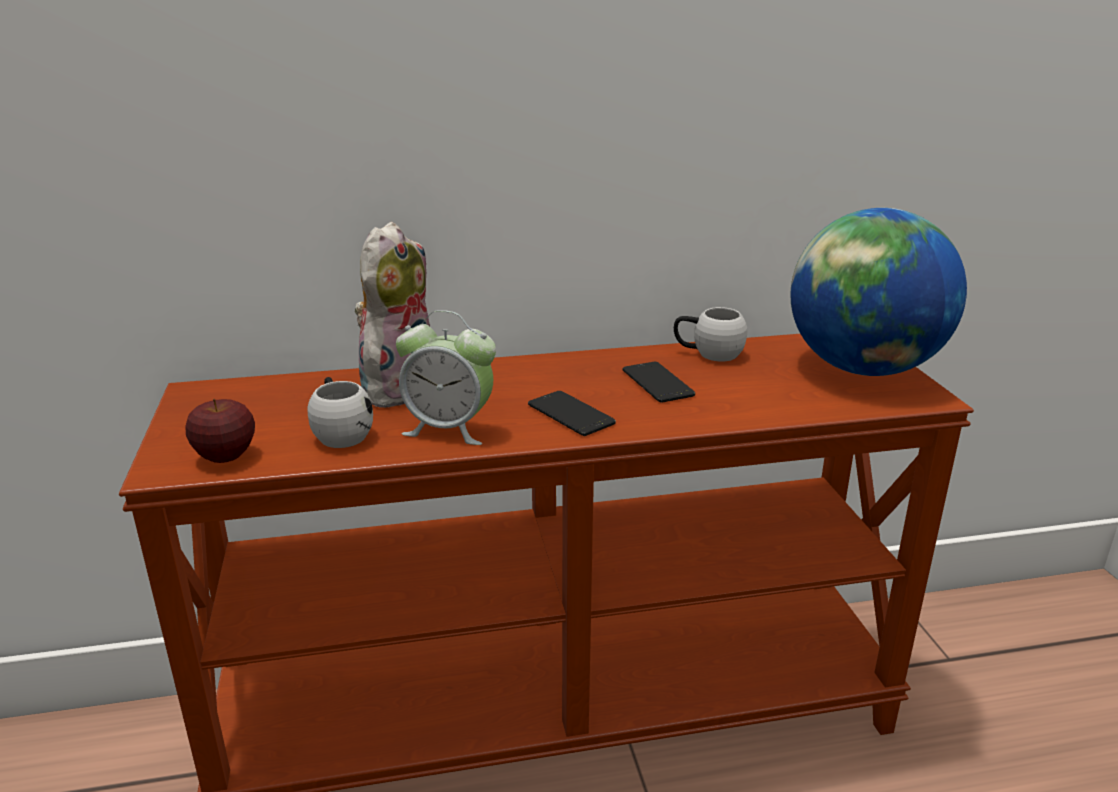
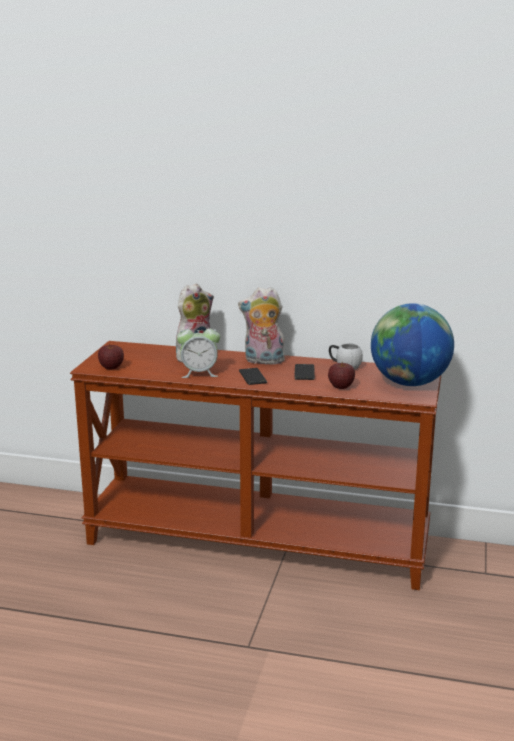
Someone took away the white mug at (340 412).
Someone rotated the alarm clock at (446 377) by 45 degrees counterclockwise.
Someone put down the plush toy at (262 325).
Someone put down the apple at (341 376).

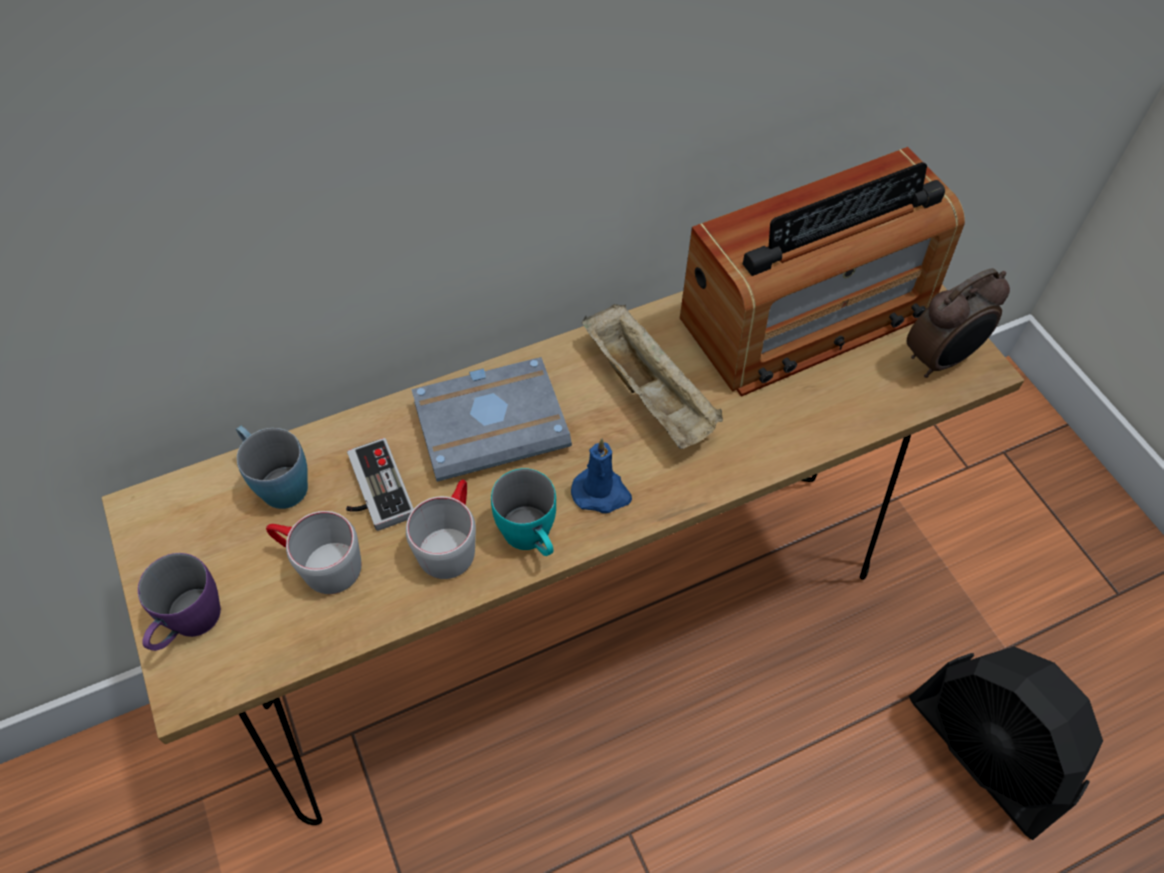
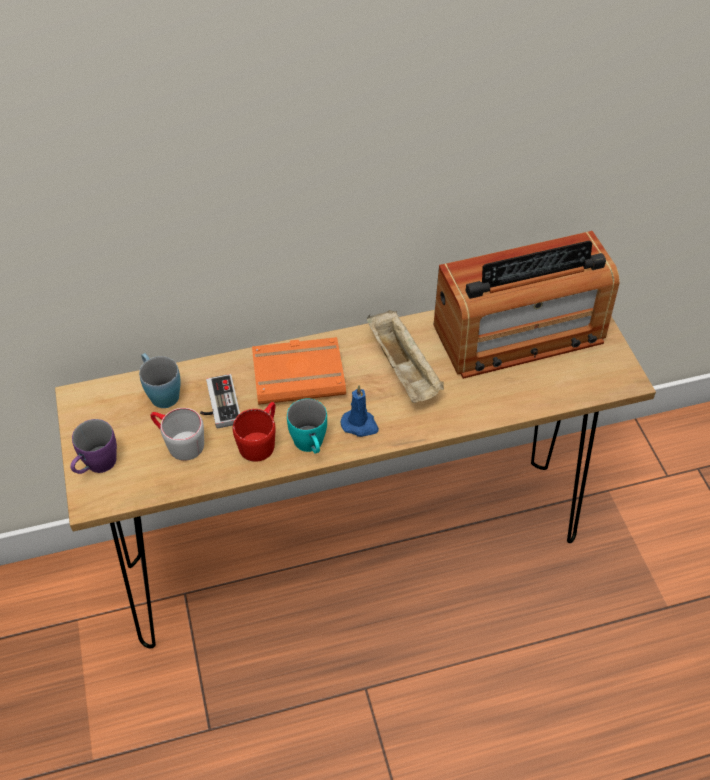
Someone repainted the grey mug at (441 529), which became the red mug at (254 432).
Someone repainted the grey book at (491 419), which became the orange book at (299 371).
Someone took away the alarm clock at (958 323).
Someone took away the black fan at (1006 743).

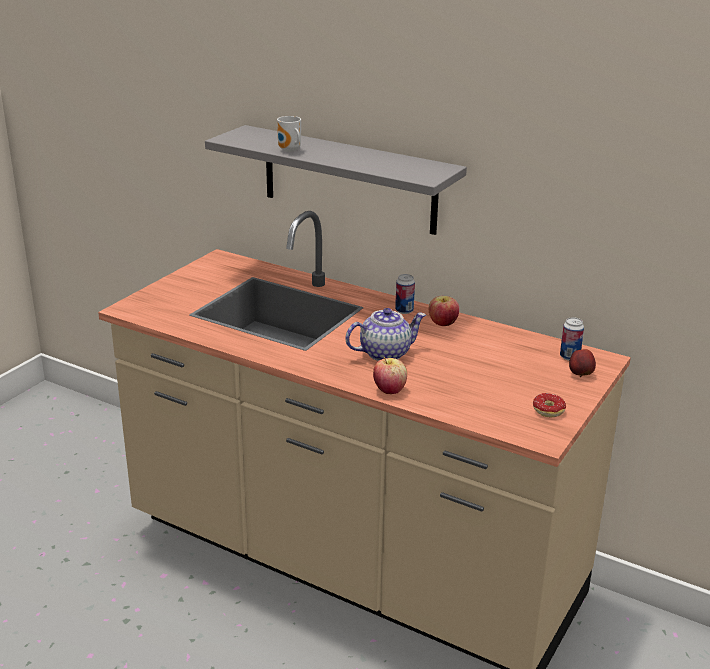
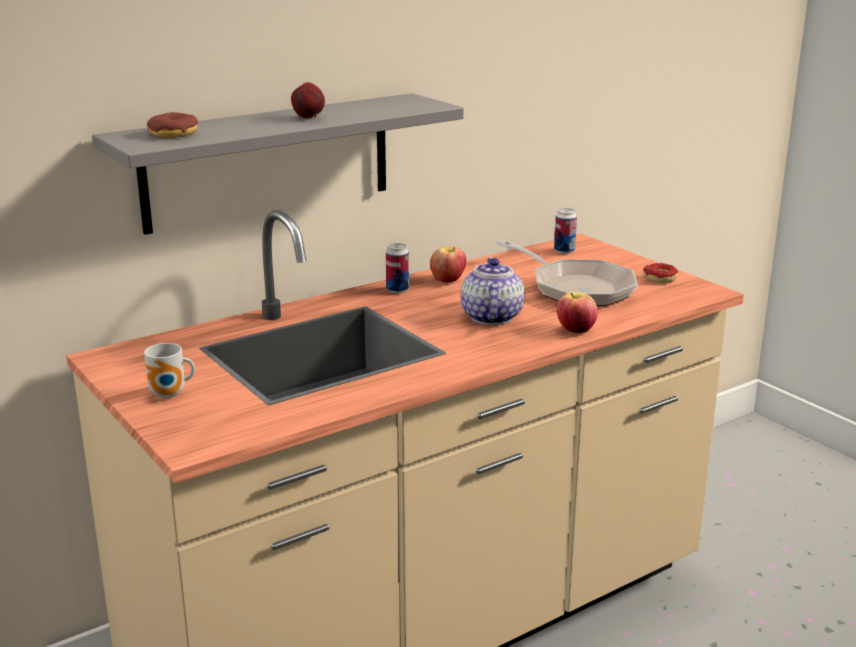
Someone carried the mug from (289 134) to (169 370).
Someone carried the apple from (582 363) to (308 100).
Someone put down the donut at (172 125).
Someone put down the frying pan at (567 273).

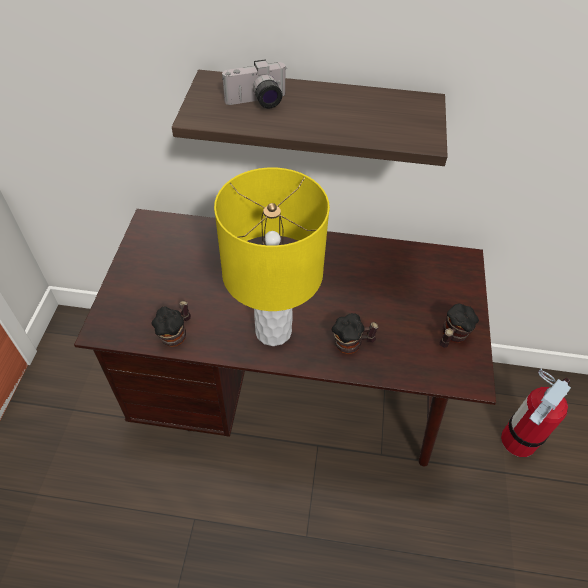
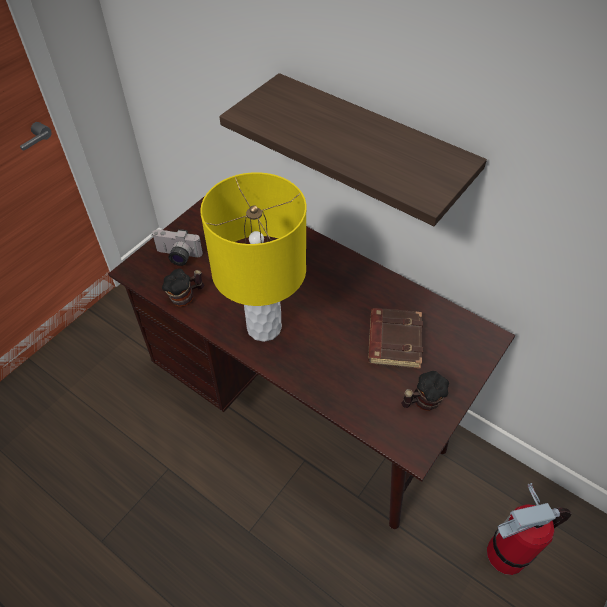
Someone carried the photo camera from (254 83) to (177 247).
Someone took away the mug at (355 333).
Someone put down the brown book at (395 338).

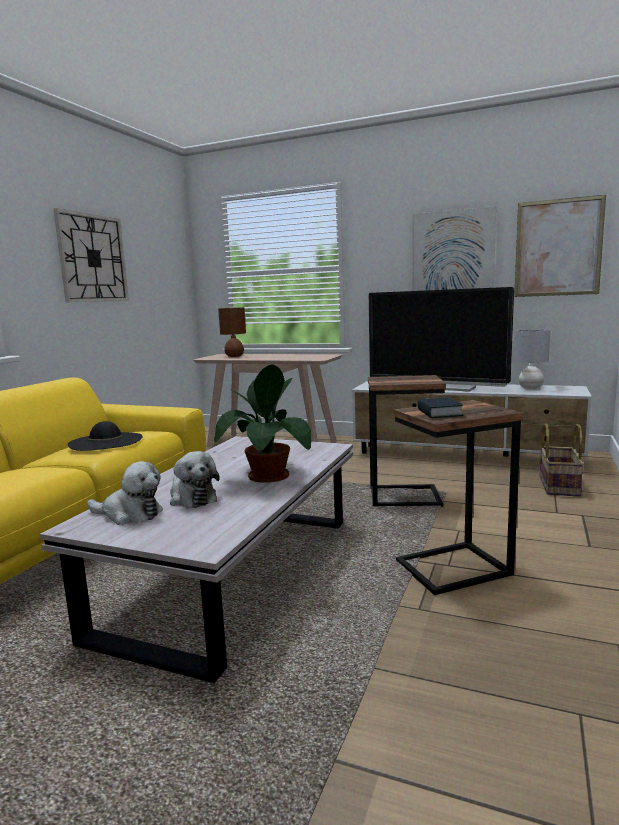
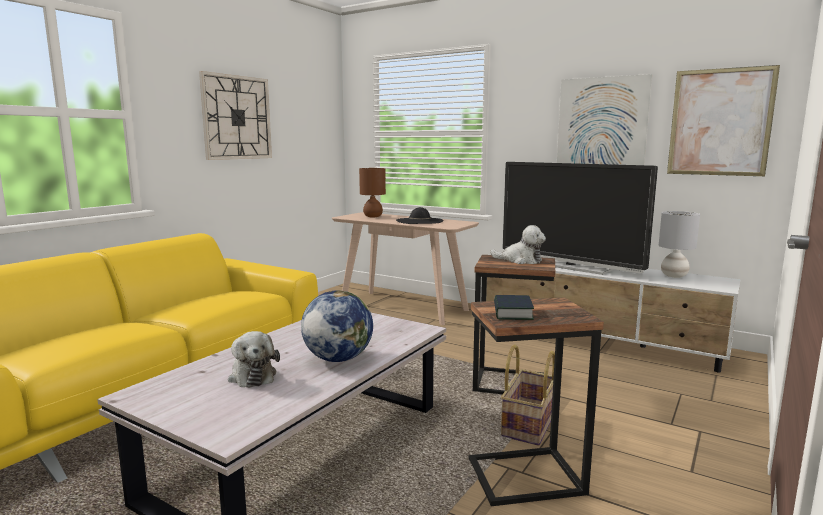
Someone carried the black hat from (104 436) to (420 215).
Someone carried the plush toy from (125 493) to (518 244).
Someone swapped the potted plant at (262 424) for the globe at (337 326).
Someone carried the basket from (562 460) to (528 395).

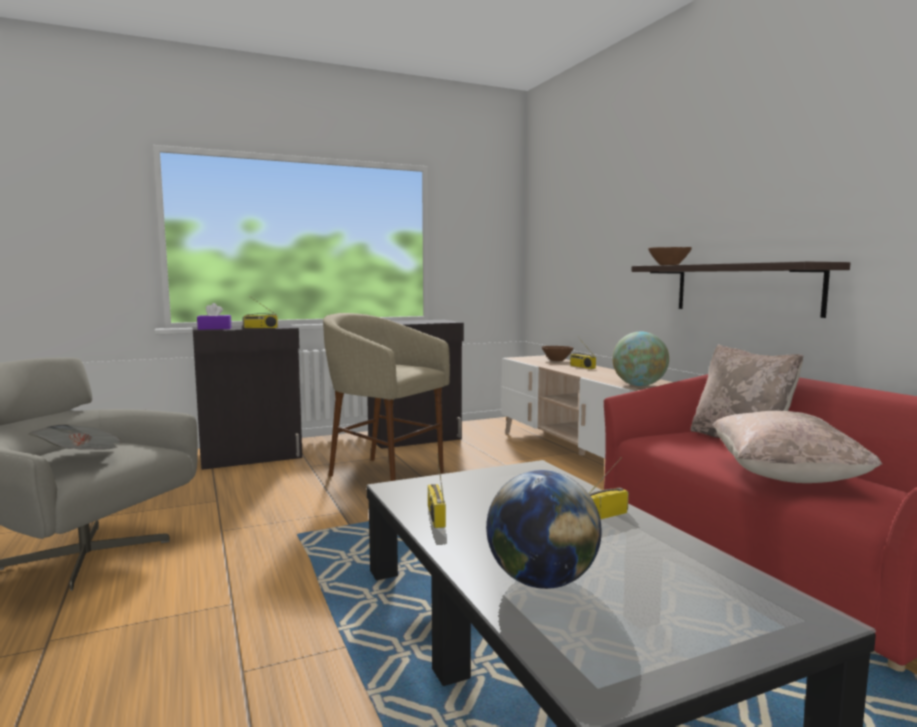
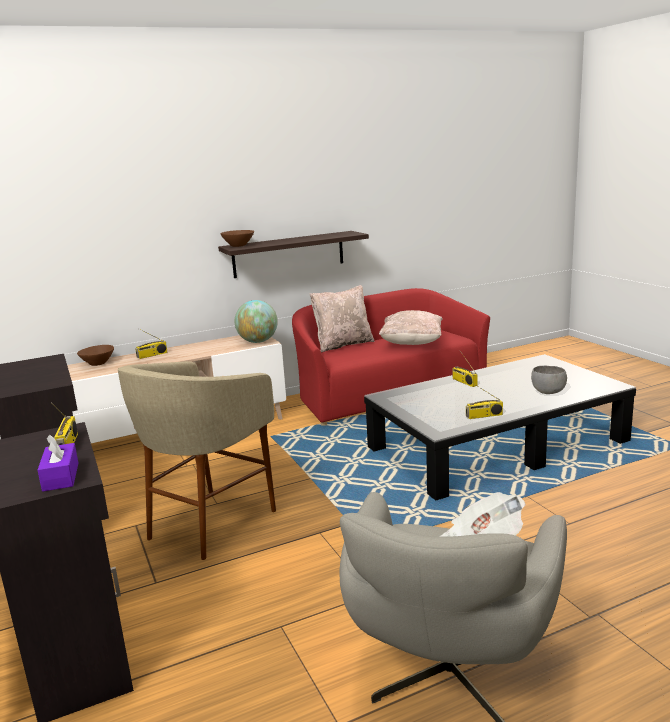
Someone swapped the globe at (544 529) for the grey bowl at (549 380).

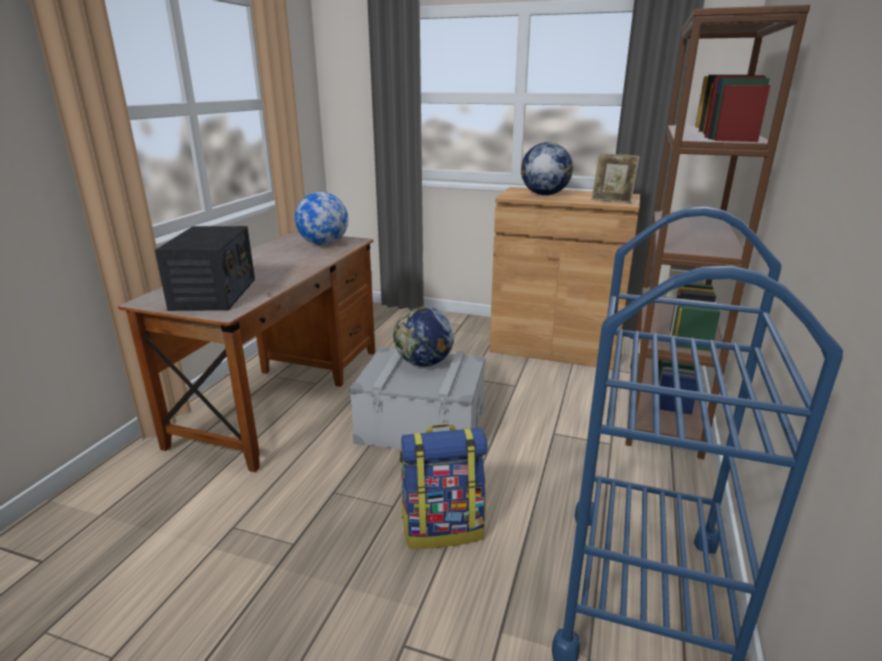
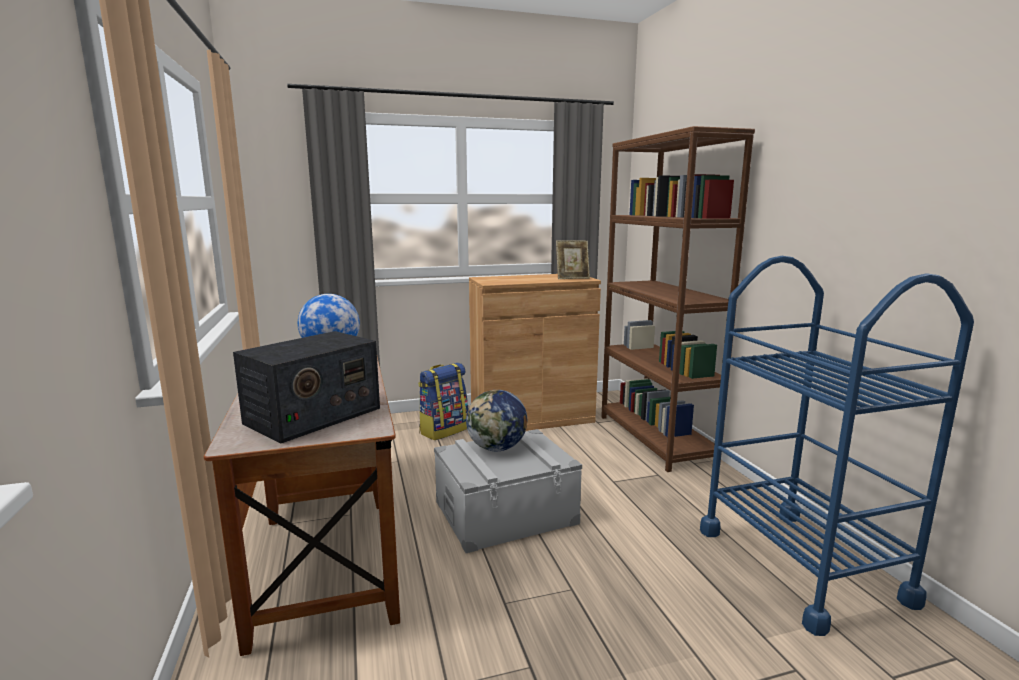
Someone rotated the radio at (205 268) by 75 degrees clockwise.
Someone carried the backpack from (443 486) to (443 401).
Someone took away the globe at (547 168).

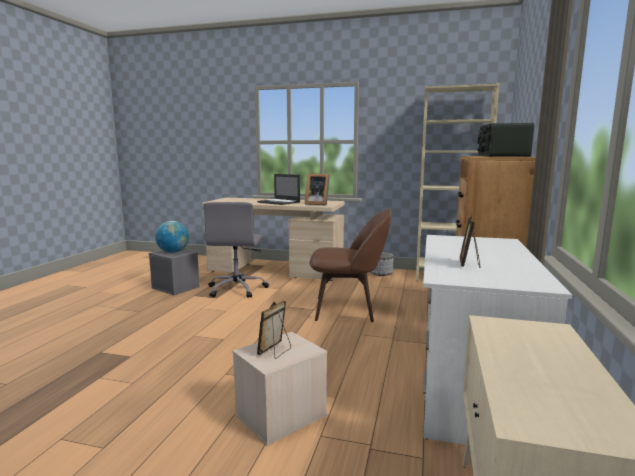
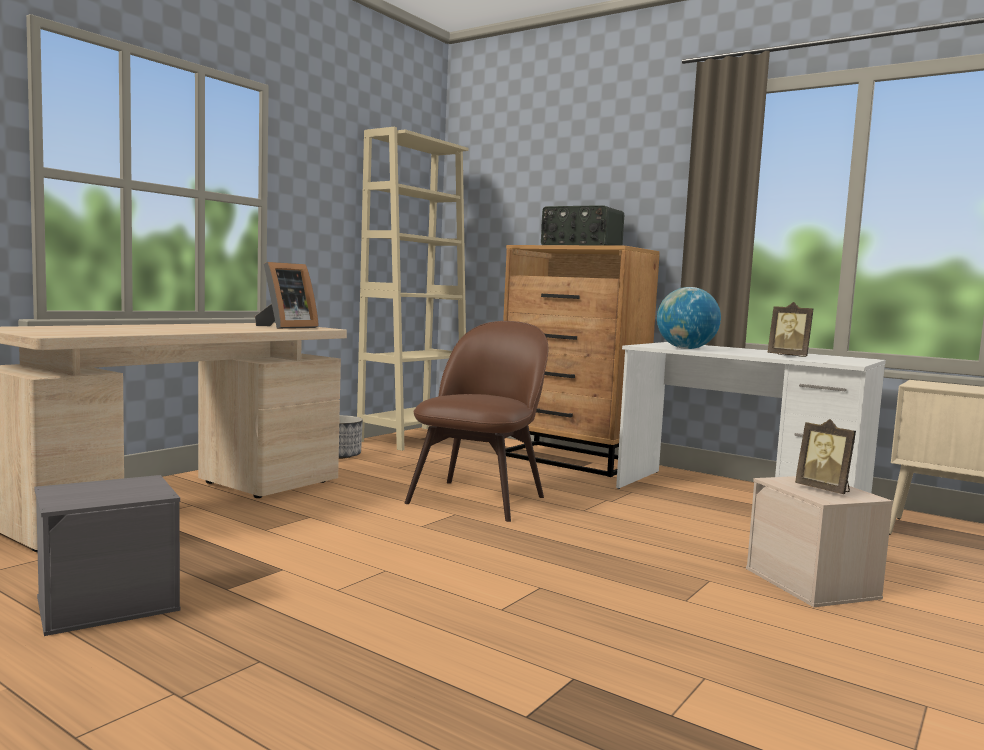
Someone carried the globe from (172 237) to (689 318).
Someone took away the grey office chair at (236 250).
Someone took away the laptop at (278 189).

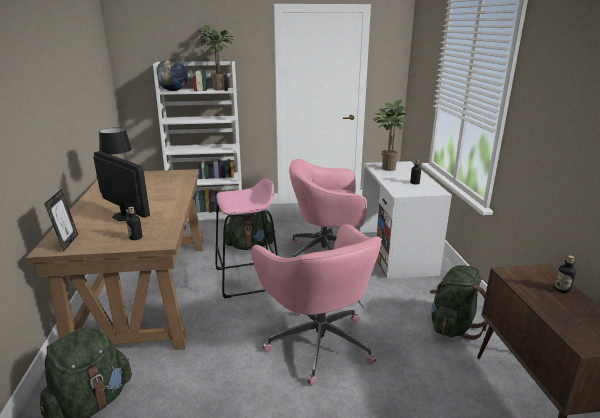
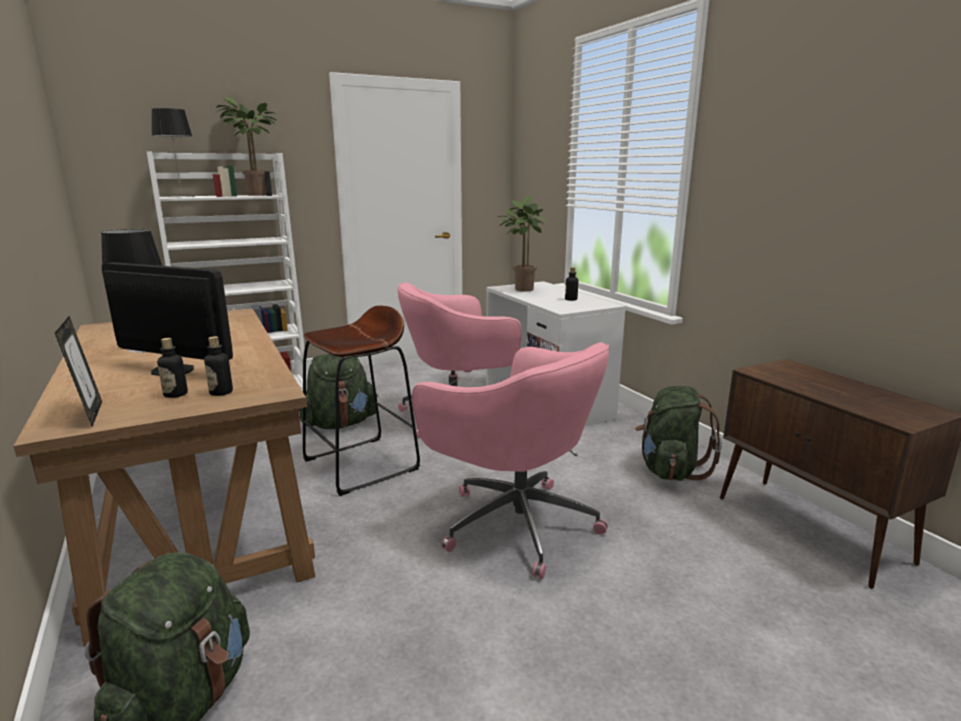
Someone swapped the globe at (172 75) for the table lamp at (173 153).
Someone repainted the pink stool at (246 239), which became the brown stool at (361 401).
Someone carried the bottle from (565 274) to (172 368).

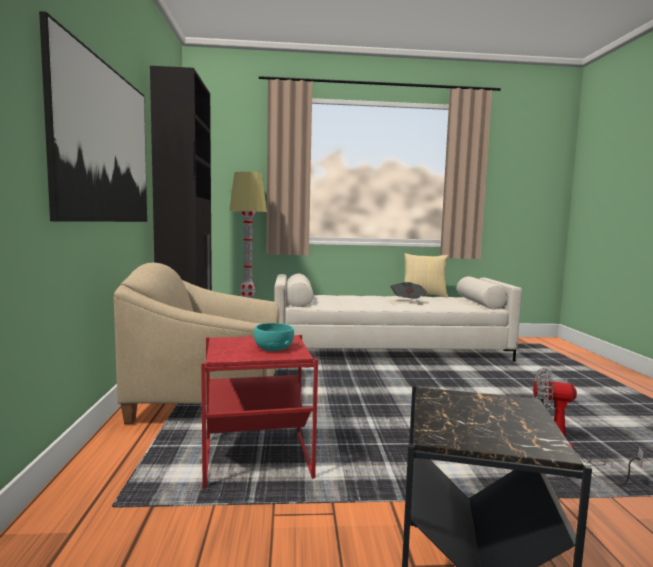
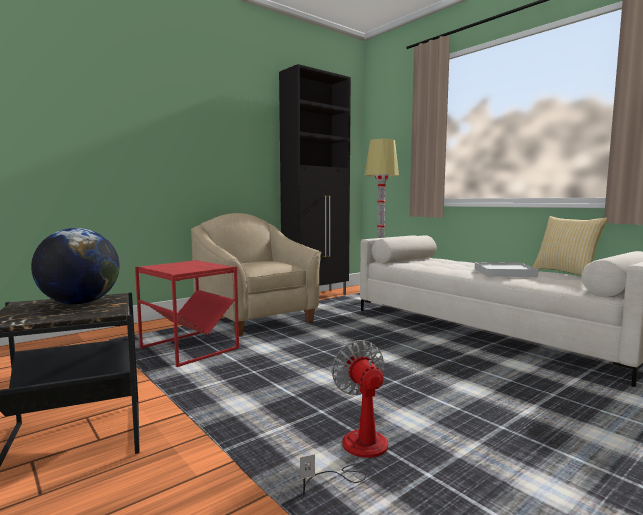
Someone took away the picture at (93 116).
Someone took away the turquoise bowl at (274 337).
Someone swapped the newspaper at (408 290) for the white tray at (507 269).
Someone put down the globe at (75 266).

